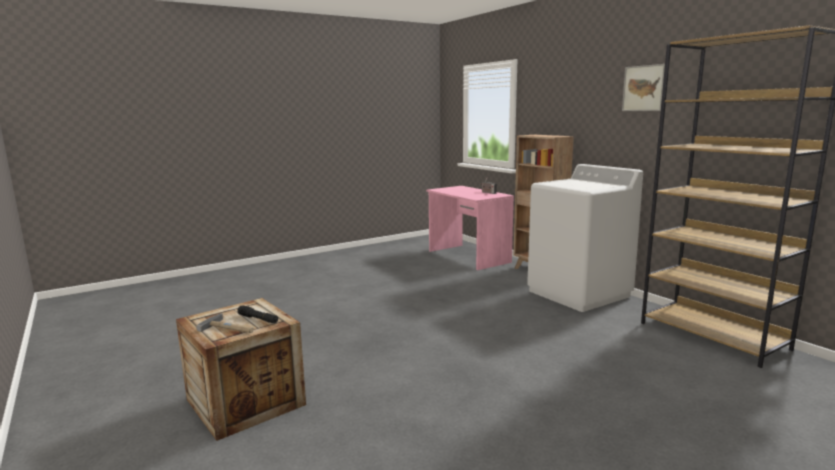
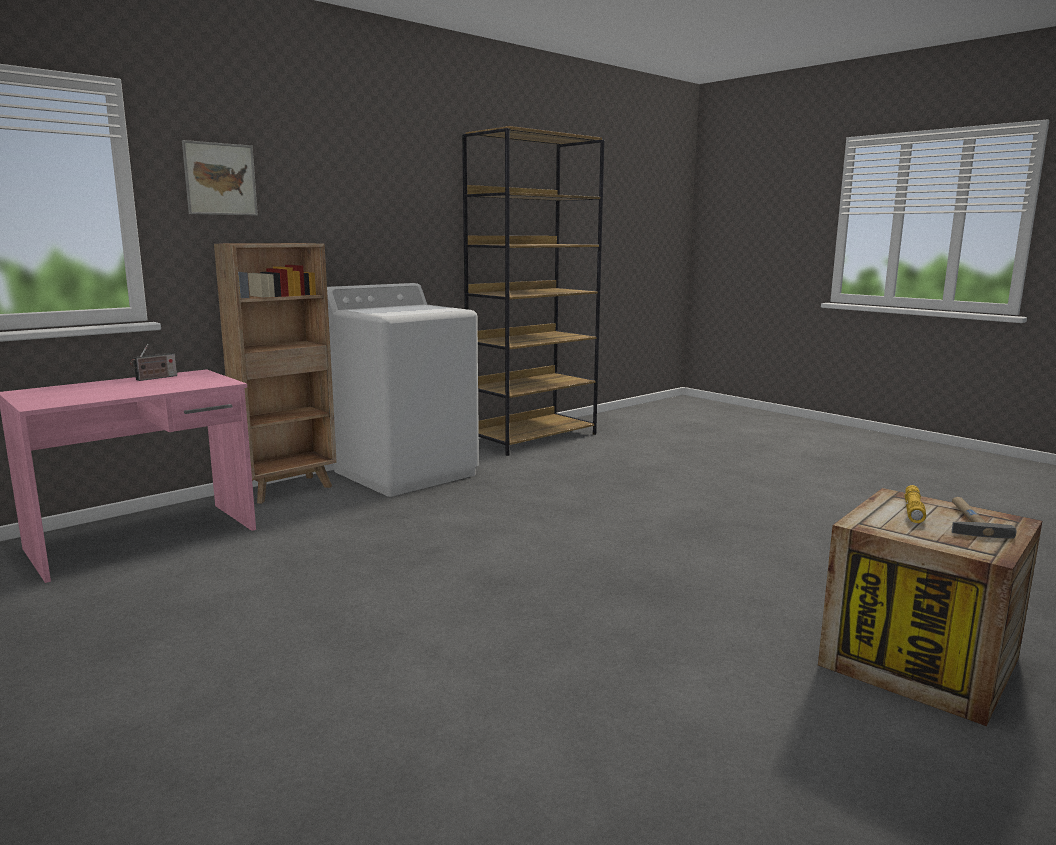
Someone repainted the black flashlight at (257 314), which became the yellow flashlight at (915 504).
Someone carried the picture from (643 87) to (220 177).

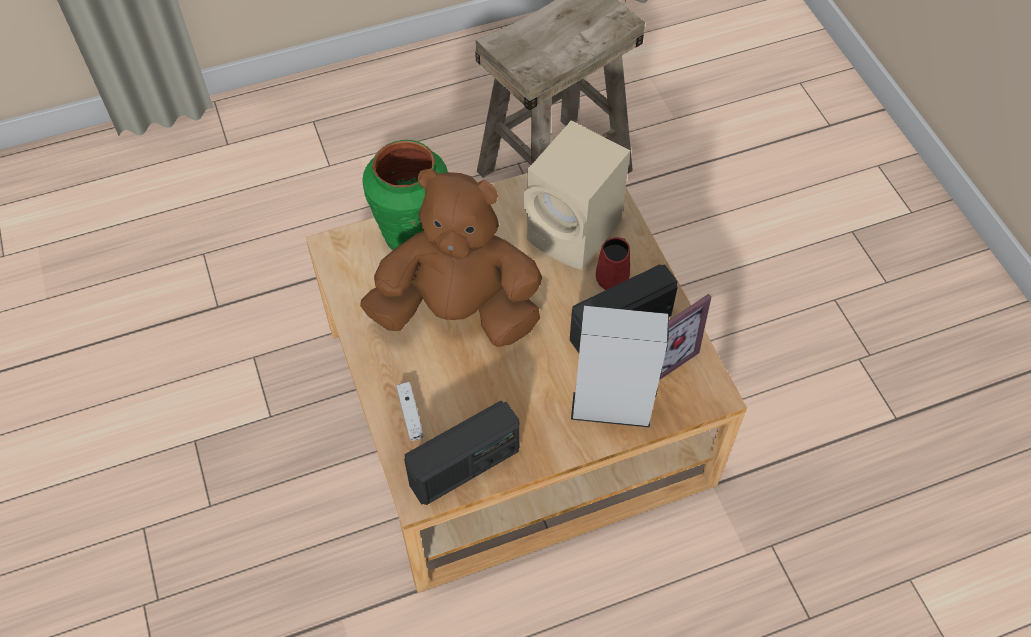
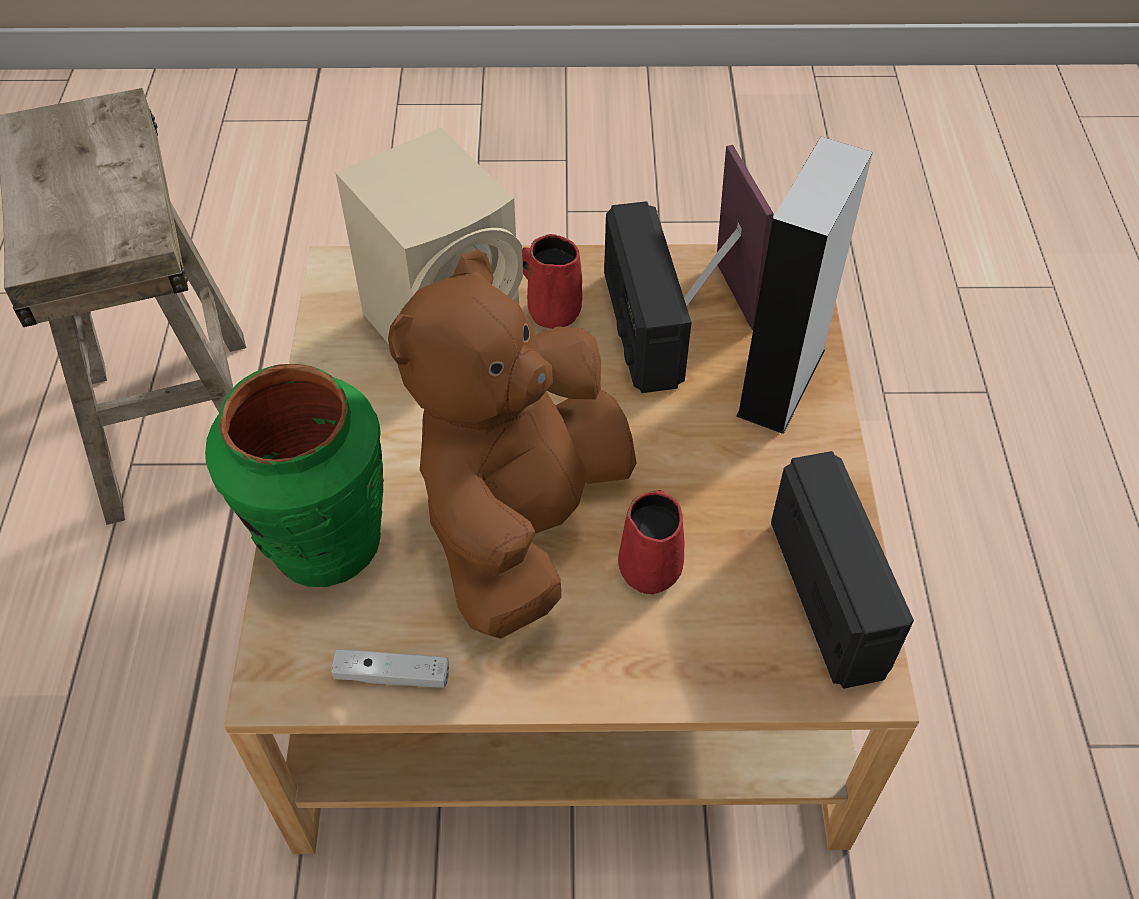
Someone carried the white game controller from (410 411) to (390 668).
Someone put down the red mug at (651 542).

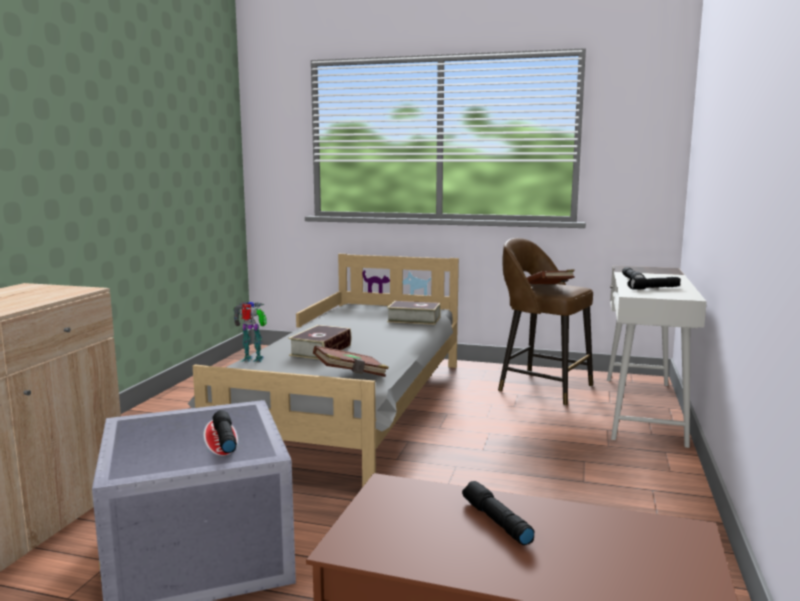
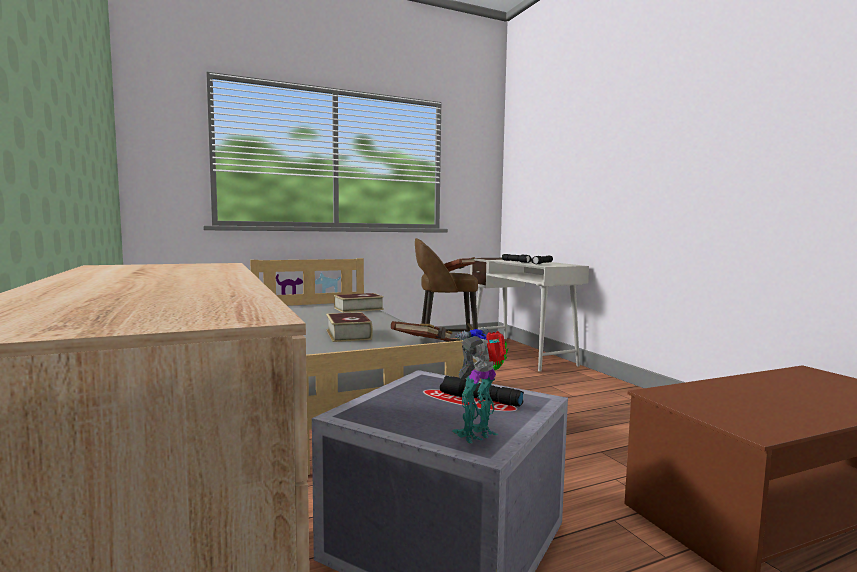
Someone carried the toy robot from (250 331) to (480 385).
Someone took away the black flashlight at (498 513).

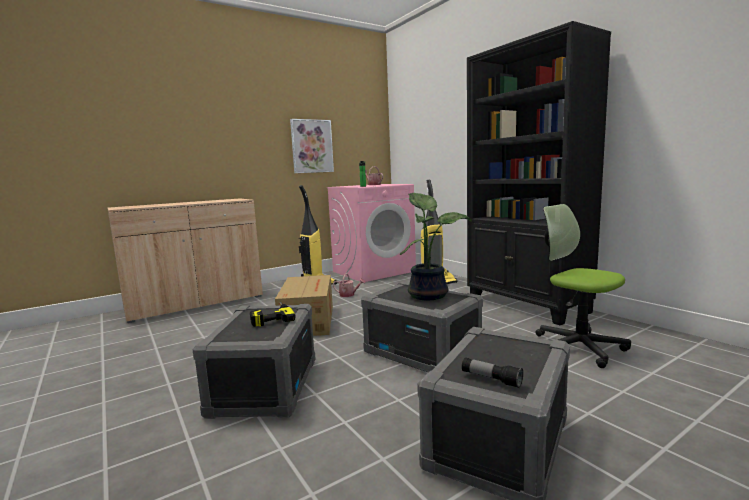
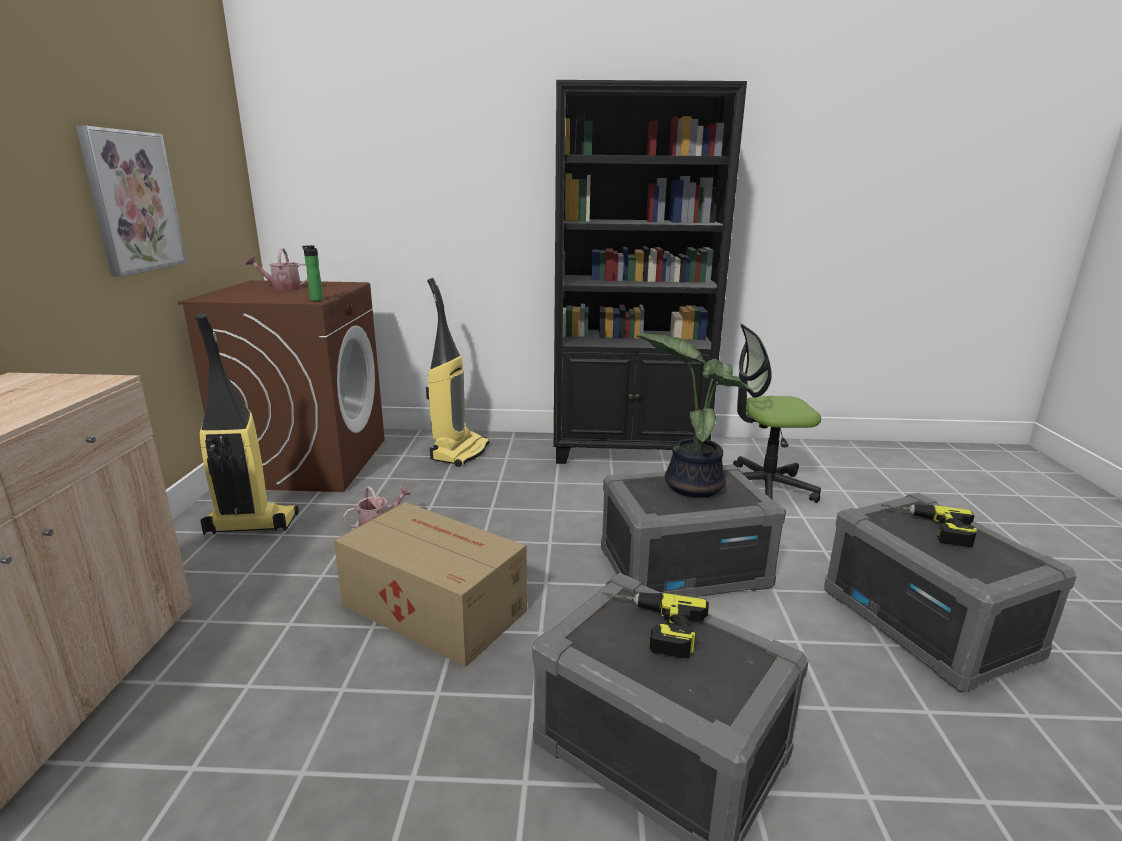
Someone repainted the pink washing machine at (371 233), which became the brown washing machine at (281 386).
Someone took away the flashlight at (492 372).
Someone put down the power drill at (929 525).

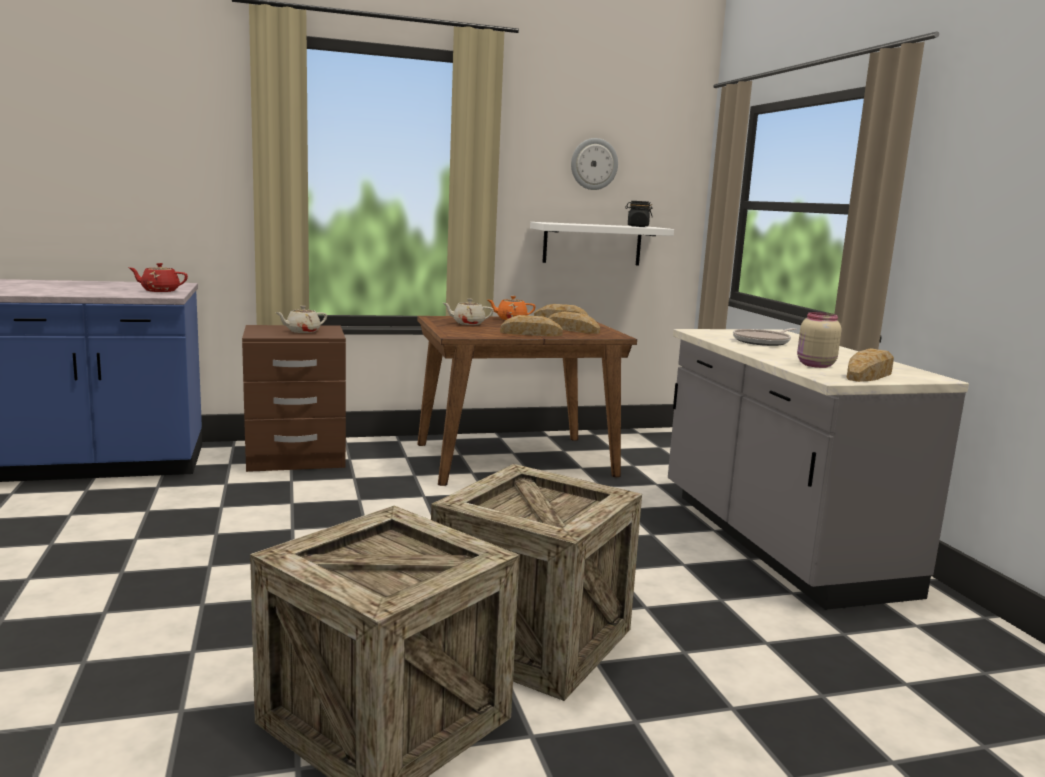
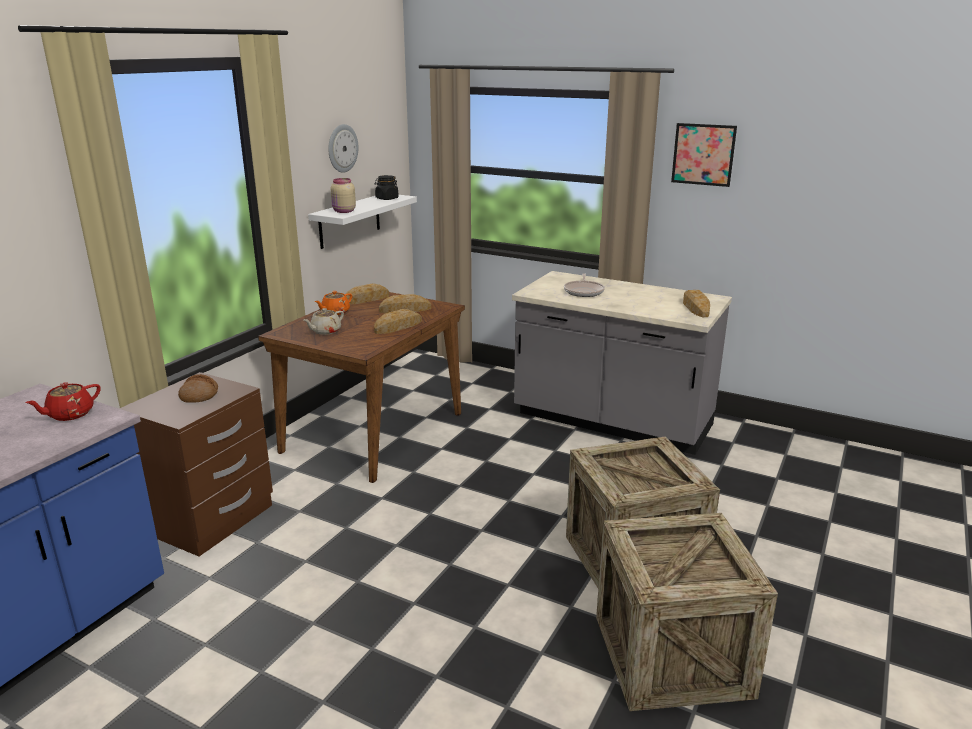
Someone swapped the beige teapot at (301 319) for the bread at (198 388).
Someone carried the beige jar from (819 340) to (343 195).
Someone put up the picture at (704 155).

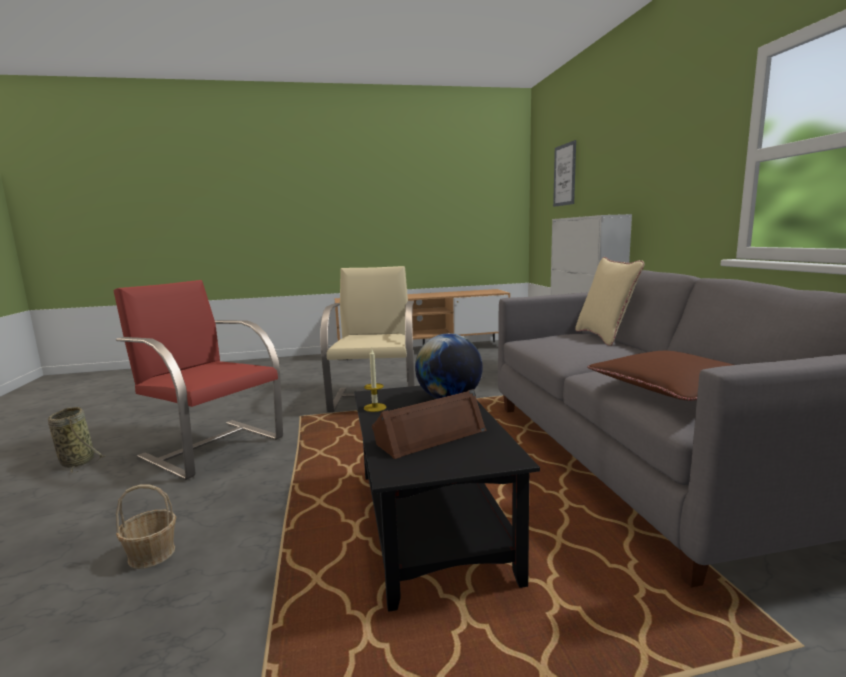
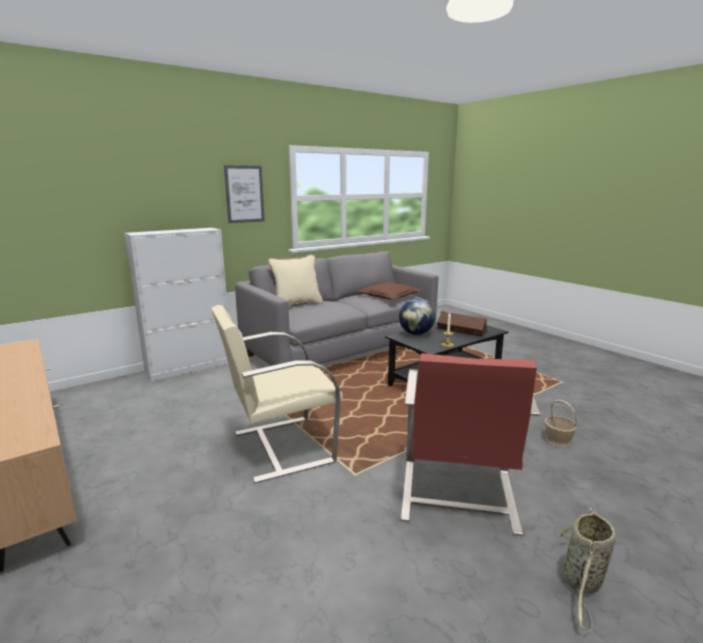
Someone carried the picture from (564 173) to (244 194).

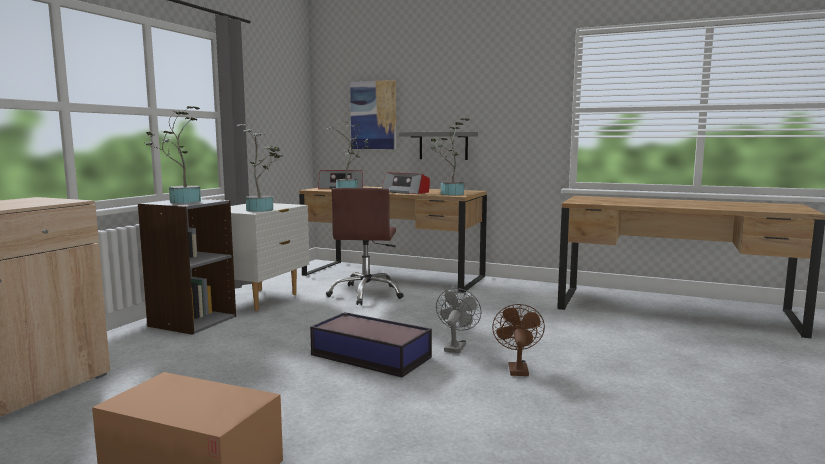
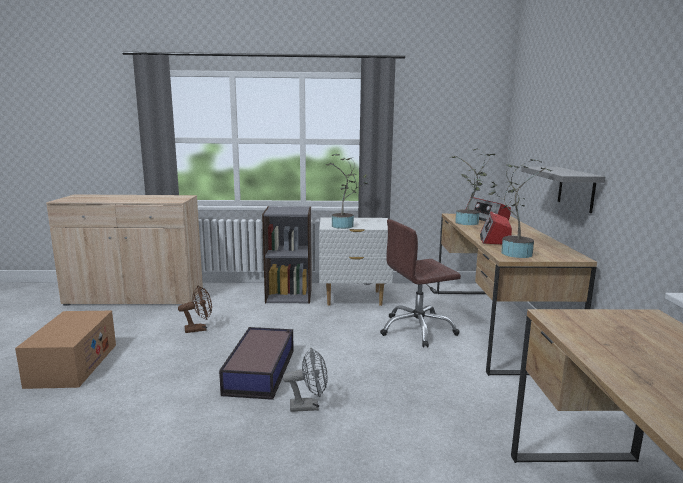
Someone took away the potted plant at (173 154).
Someone took away the picture at (373 114).
Someone carried the brown fan from (518 340) to (195 309).

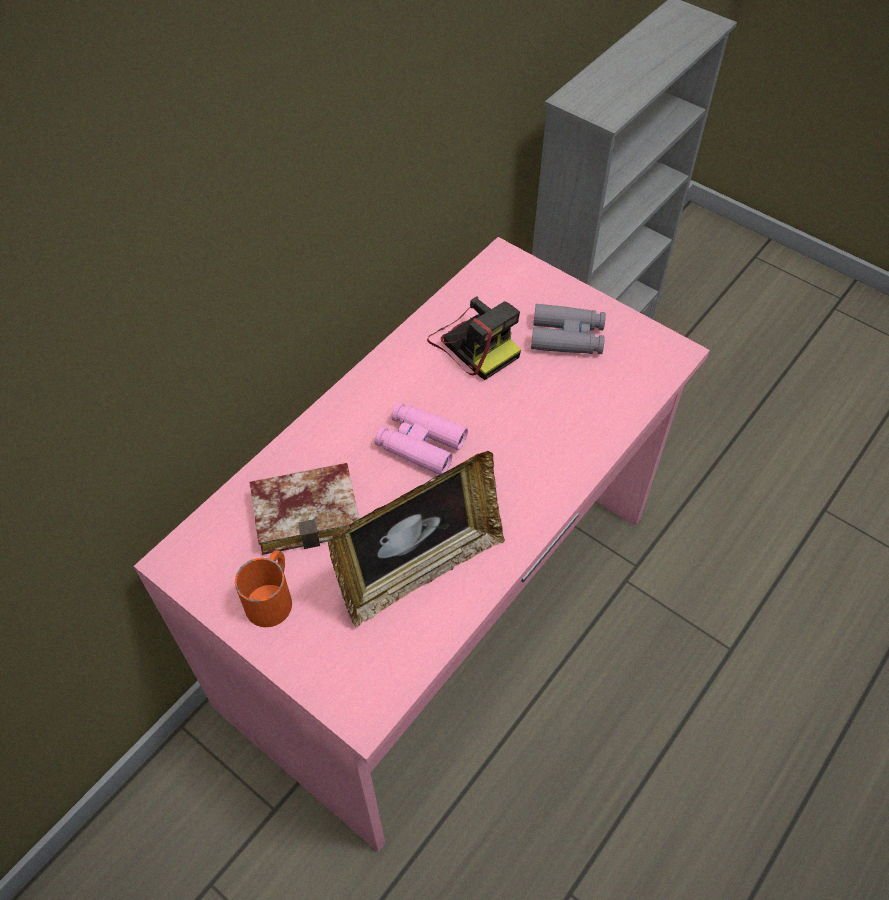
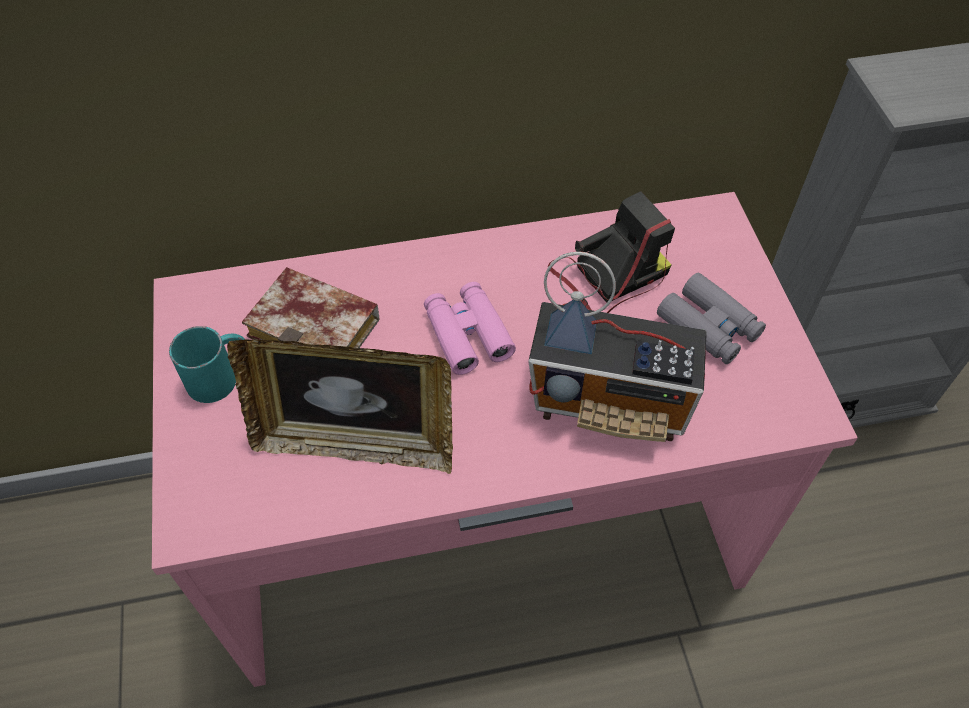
Someone repainted the orange mug at (263 588), which became the turquoise mug at (207 364).
Someone rotated the photo camera at (474 338) by 120 degrees counterclockwise.
Someone put down the radio at (617 347).

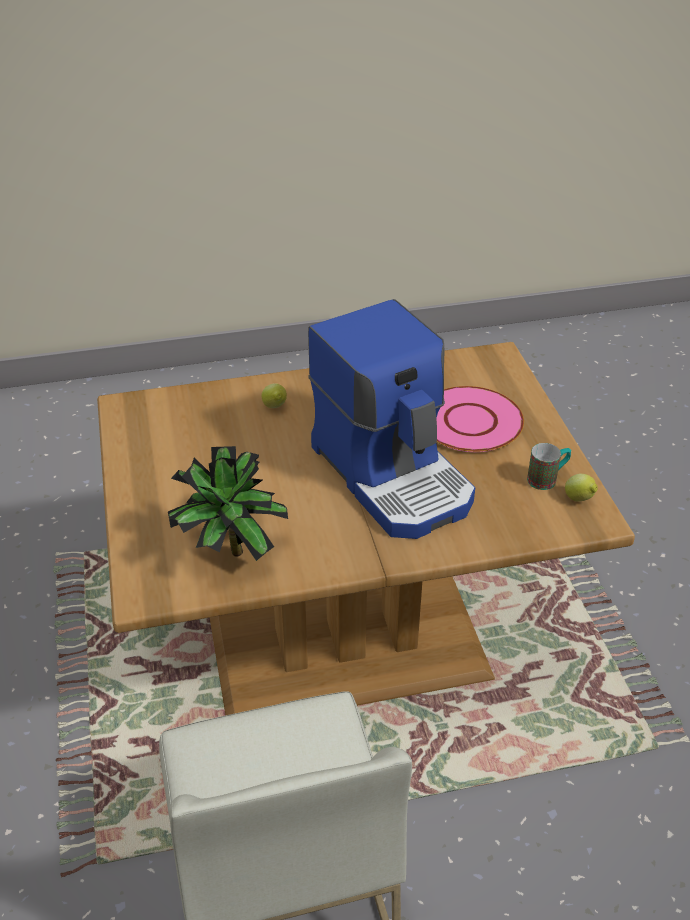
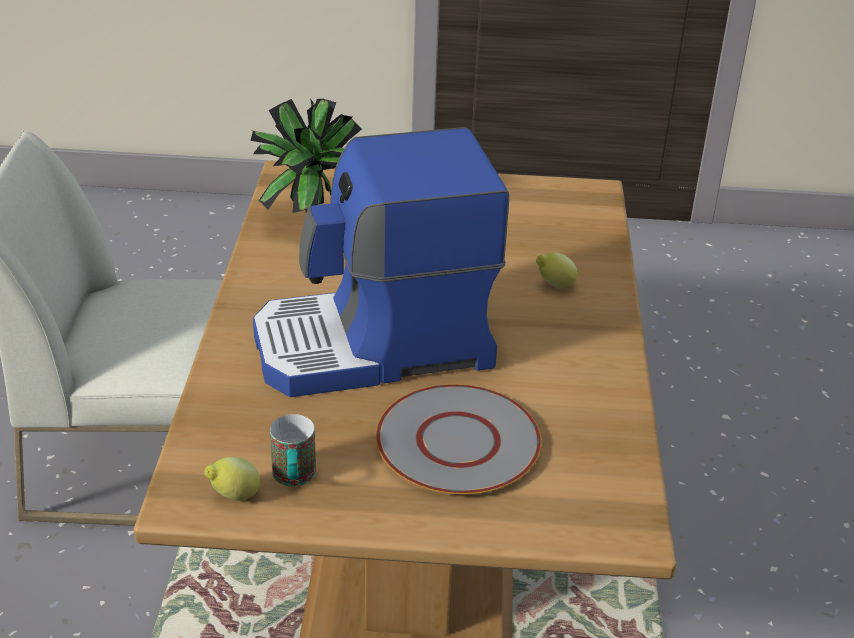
Someone repainted the pink plate at (480 419), which became the grey plate at (459 439).

